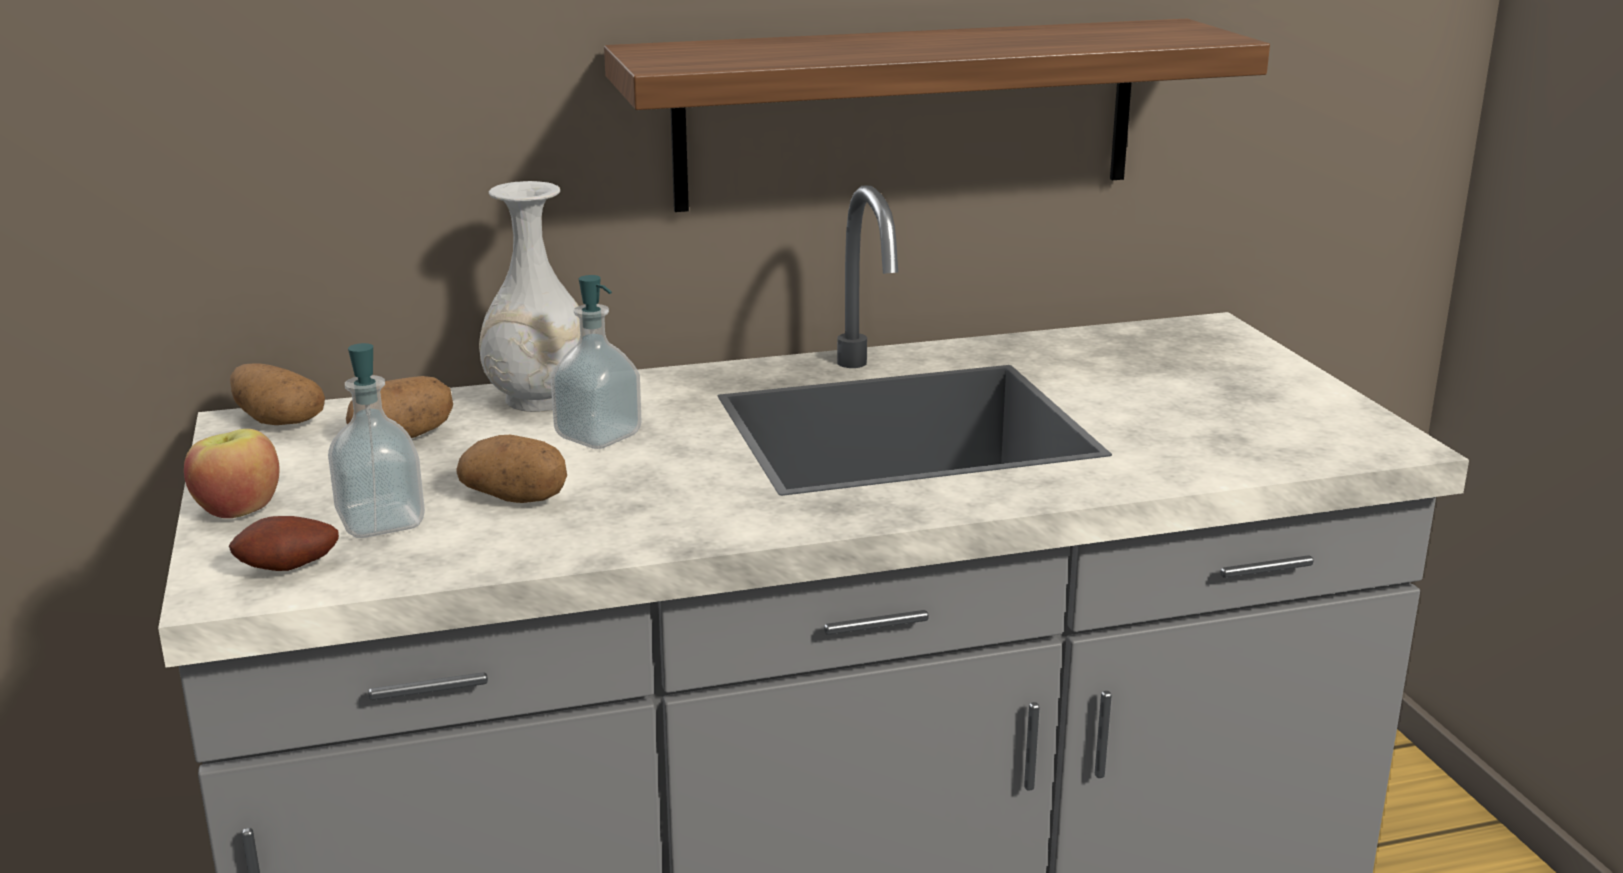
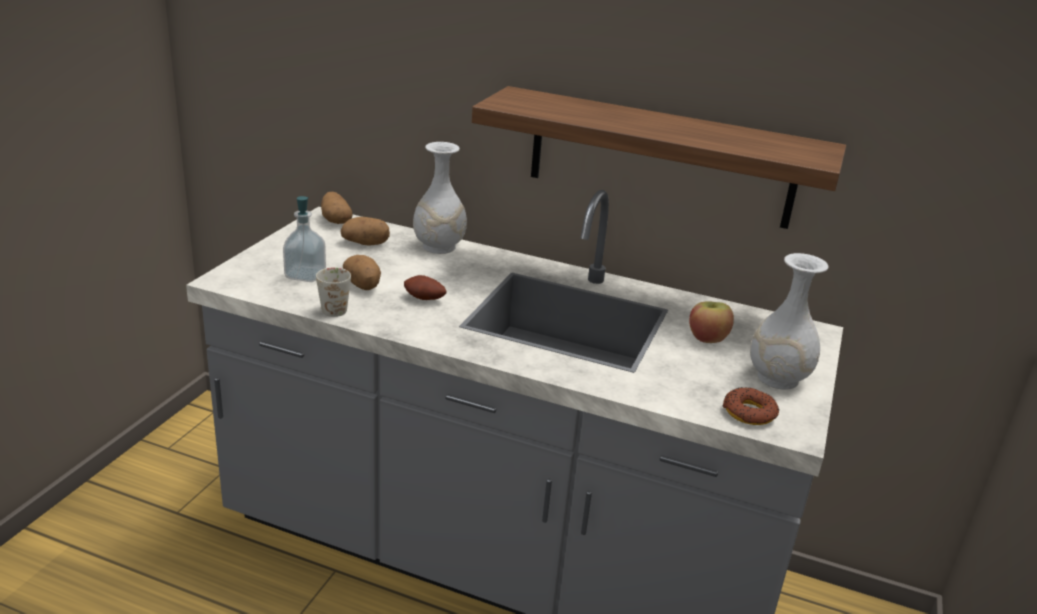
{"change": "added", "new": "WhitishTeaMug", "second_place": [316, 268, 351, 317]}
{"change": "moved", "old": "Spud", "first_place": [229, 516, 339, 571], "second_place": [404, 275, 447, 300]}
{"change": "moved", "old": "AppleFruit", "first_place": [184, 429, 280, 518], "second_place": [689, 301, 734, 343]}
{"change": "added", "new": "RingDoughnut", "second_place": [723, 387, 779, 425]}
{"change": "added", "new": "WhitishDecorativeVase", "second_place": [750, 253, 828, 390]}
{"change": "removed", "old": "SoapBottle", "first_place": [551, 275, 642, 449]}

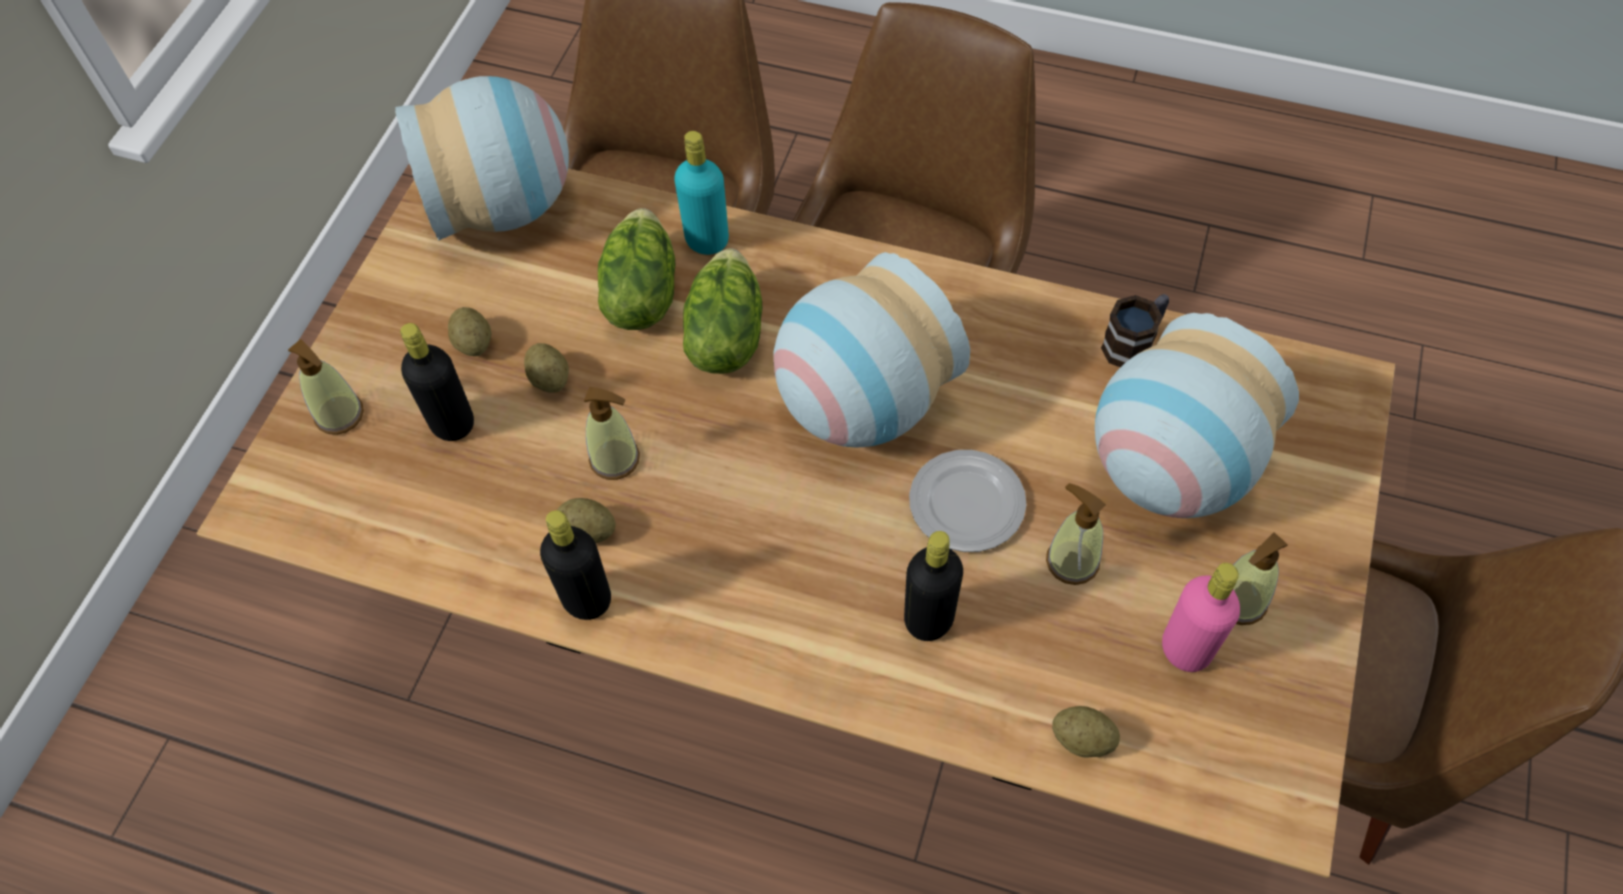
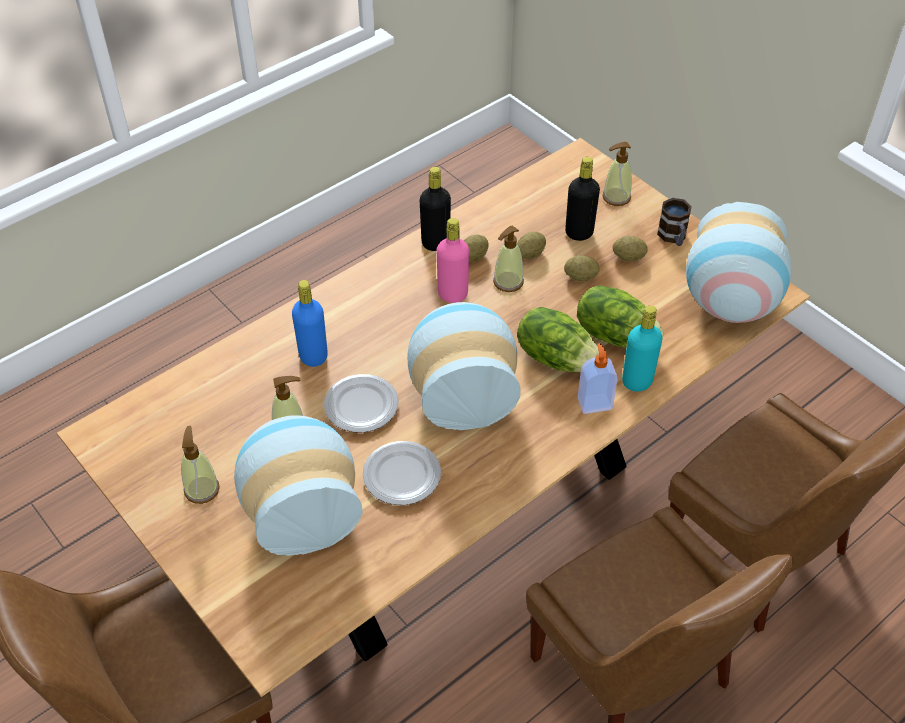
{"change": "recoloured", "old": "BlackBottle", "new": "BlueBottle", "first_place": [904, 531, 963, 641], "second_place": [292, 280, 328, 367]}
{"change": "added", "new": "FlatDish", "second_place": [363, 441, 441, 505]}
{"change": "moved", "old": "PinkColouredBottle", "first_place": [1162, 563, 1240, 672], "second_place": [437, 218, 470, 303]}
{"change": "moved", "old": "Spud", "first_place": [1052, 706, 1120, 758], "second_place": [517, 232, 546, 259]}
{"change": "added", "new": "SoapBottle", "second_place": [578, 343, 618, 414]}
{"change": "moved", "old": "TeaMug", "first_place": [1101, 294, 1169, 367], "second_place": [657, 198, 692, 246]}

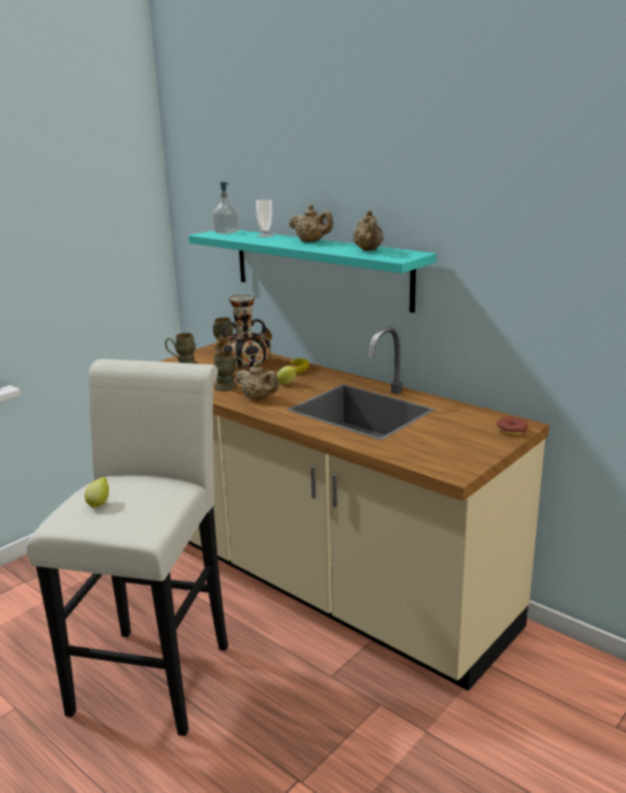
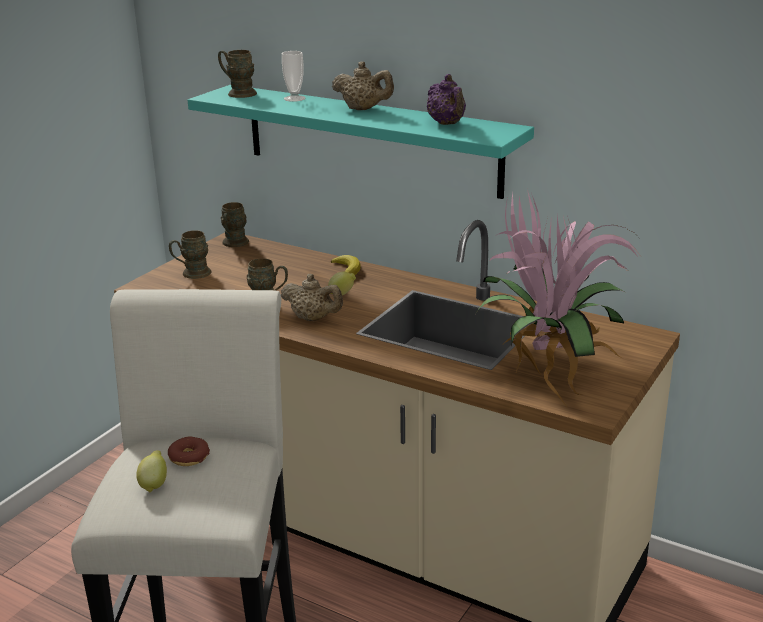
{"change": "moved", "old": "RingDoughnut", "first_place": [496, 417, 528, 436], "second_place": [168, 437, 210, 466]}
{"change": "replaced", "old": "SoapBottle", "new": "BrownTeaMug", "first_place": [213, 182, 239, 234], "second_place": [218, 50, 257, 98]}
{"change": "recoloured", "old": "BeigeTeapot", "new": "PurpleColouredTeapot", "first_place": [353, 210, 384, 250], "second_place": [427, 74, 466, 125]}
{"change": "added", "new": "Houseplant", "second_place": [474, 190, 644, 407]}
{"change": "removed", "old": "DecorativeVase", "first_place": [216, 295, 272, 367]}

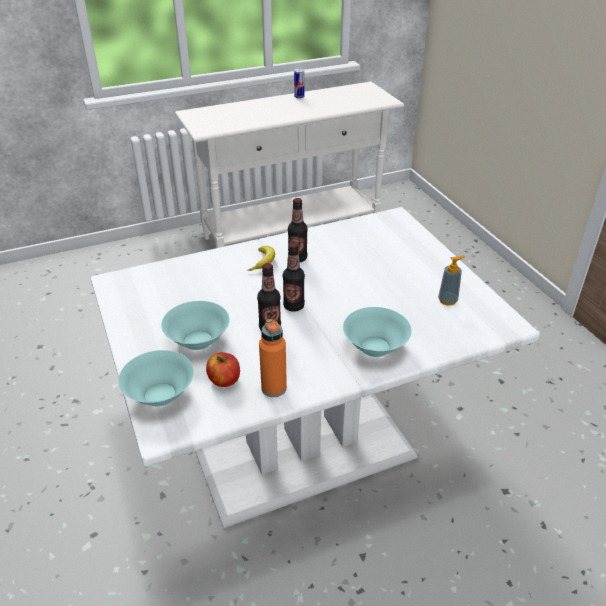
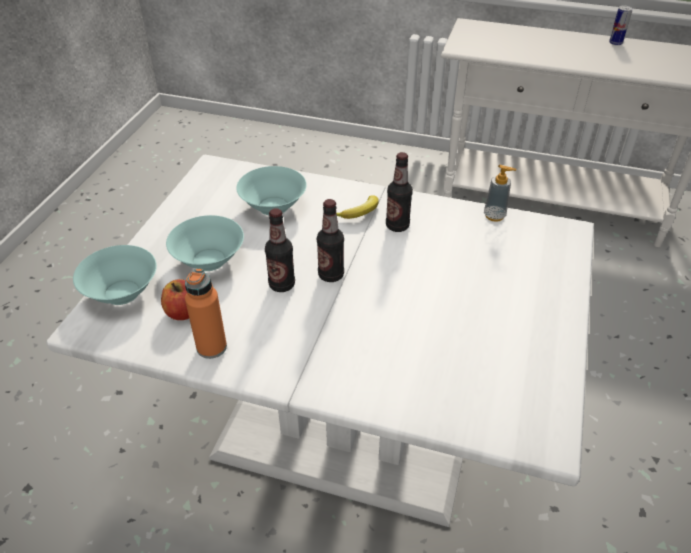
{"change": "moved", "old": "BlueGreenBowl", "first_place": [343, 307, 412, 357], "second_place": [236, 166, 307, 216]}
{"change": "moved", "old": "SoapBottle", "first_place": [438, 256, 465, 306], "second_place": [484, 165, 516, 222]}

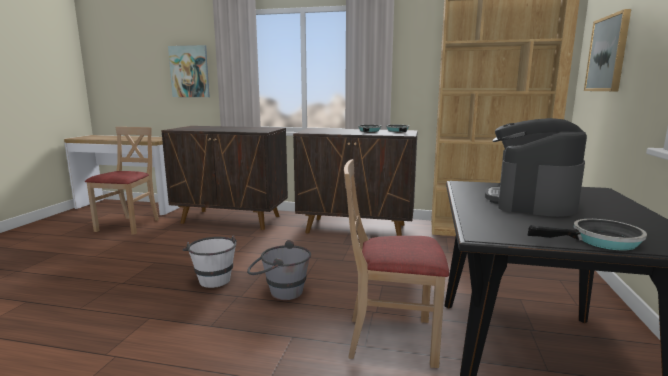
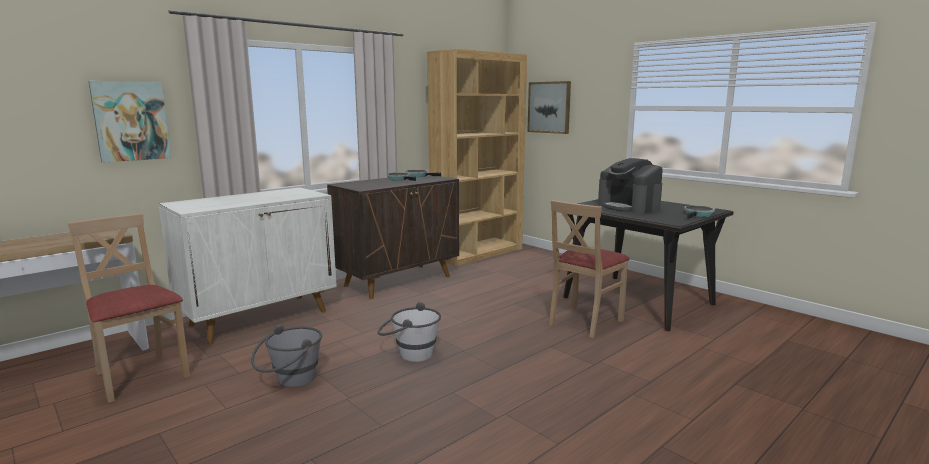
{"change": "recoloured", "old": "BrownCupboard", "new": "WhitishCupboard", "first_place": [161, 126, 288, 230], "second_place": [158, 188, 337, 345]}
{"change": "moved", "old": "GrayPail", "first_place": [247, 240, 311, 300], "second_place": [251, 324, 322, 388]}

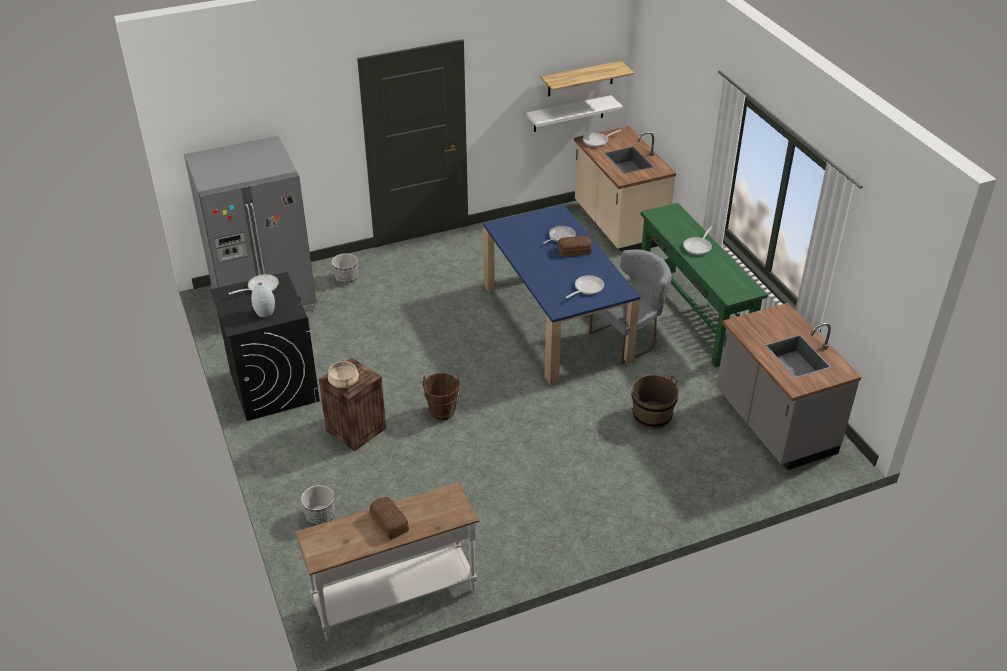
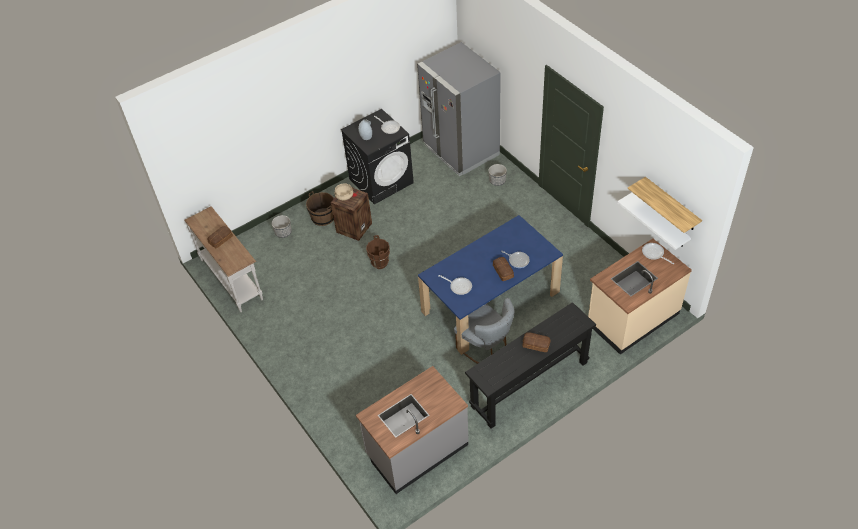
{"change": "moved", "old": "BrownPail", "first_place": [631, 375, 679, 429], "second_place": [306, 191, 334, 226]}
{"change": "recoloured", "old": "GreenColouredConsoleTable", "new": "BlackConsoleTable", "first_place": [641, 203, 767, 367], "second_place": [465, 302, 596, 428]}
{"change": "replaced", "old": "Pan", "new": "BakeryBread", "first_place": [683, 226, 712, 255], "second_place": [523, 332, 550, 352]}

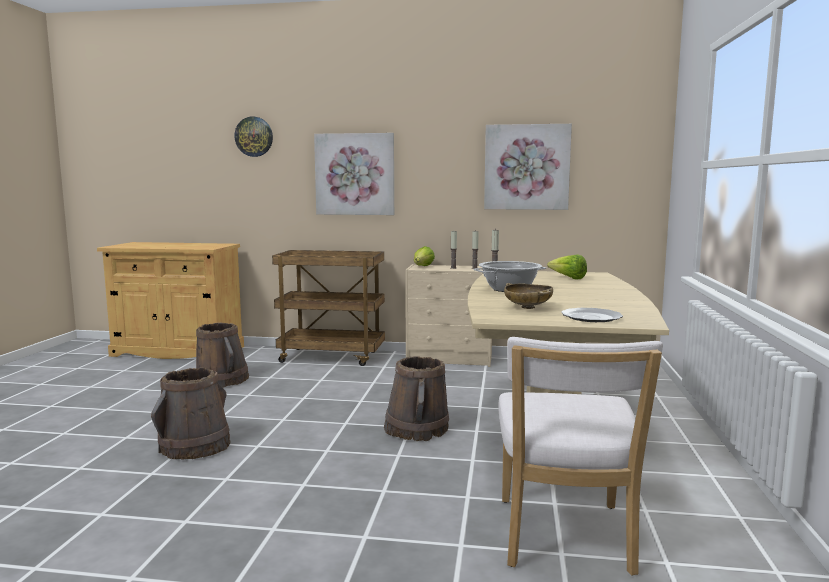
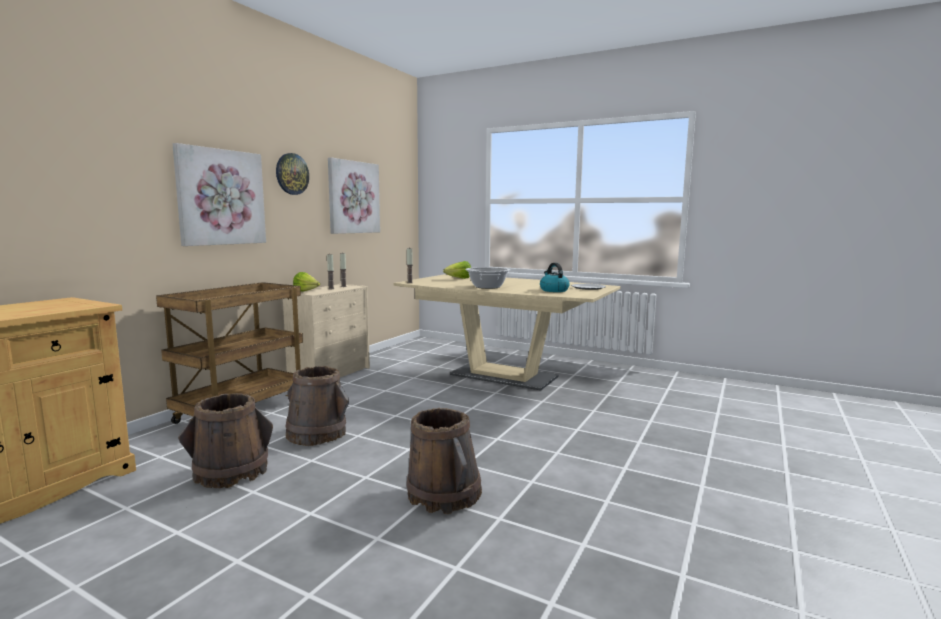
{"change": "moved", "old": "HangingClock", "first_place": [234, 116, 273, 157], "second_place": [276, 153, 309, 195]}
{"change": "moved", "old": "BrownPail", "first_place": [384, 356, 449, 441], "second_place": [285, 366, 349, 446]}
{"change": "replaced", "old": "BeigeBowl", "new": "TeaKettle", "first_place": [504, 283, 553, 309], "second_place": [540, 263, 570, 292]}
{"change": "removed", "old": "WhitishUprightChair", "first_place": [498, 337, 663, 575]}

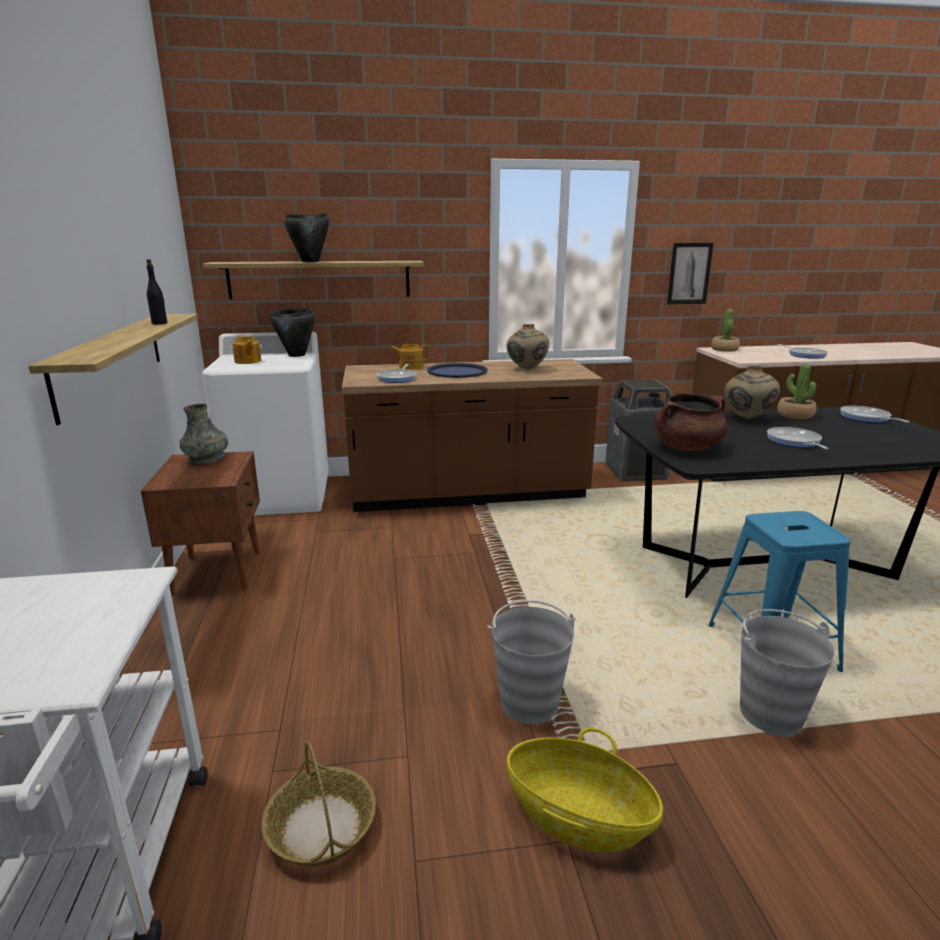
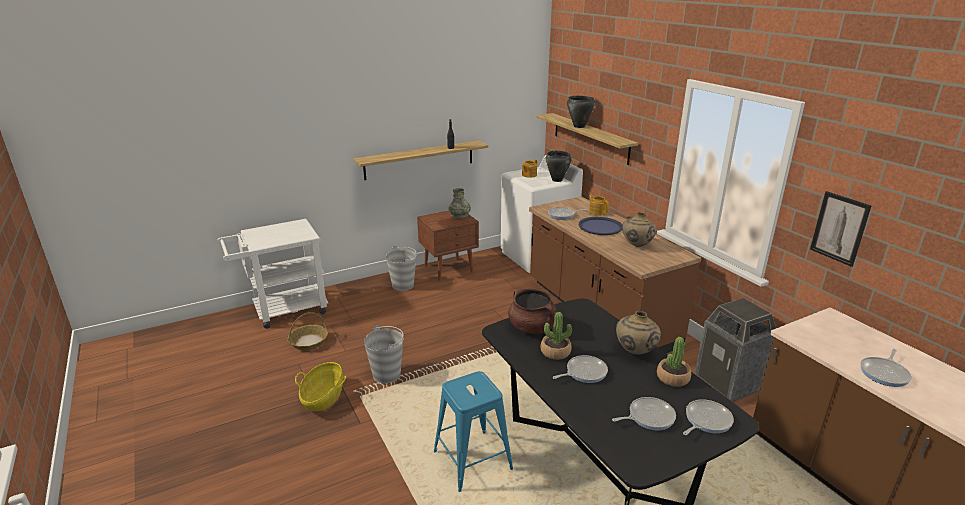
{"change": "moved", "old": "GrayPail", "first_place": [740, 609, 835, 737], "second_place": [386, 246, 417, 291]}
{"change": "moved", "old": "Houseplant", "first_place": [711, 309, 740, 352], "second_place": [540, 312, 572, 360]}
{"change": "added", "new": "Pan", "second_place": [612, 397, 676, 430]}

